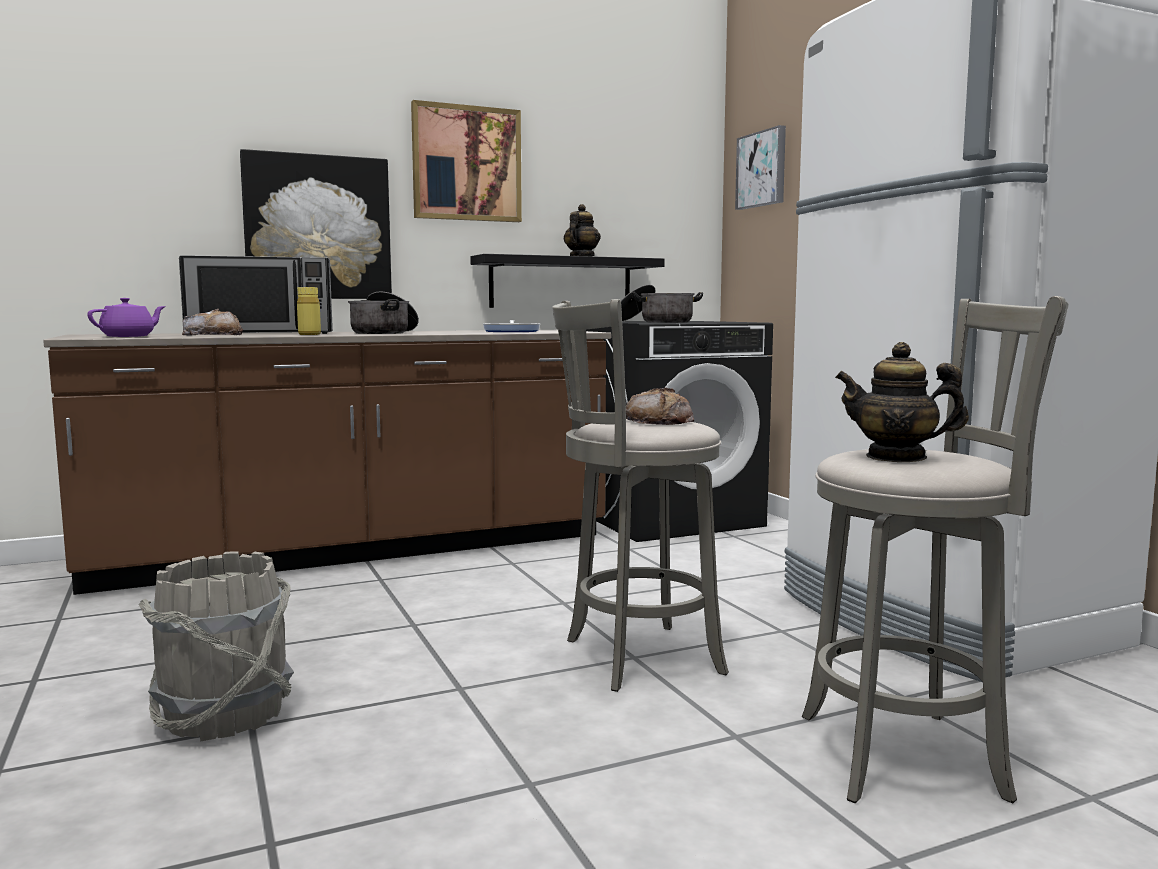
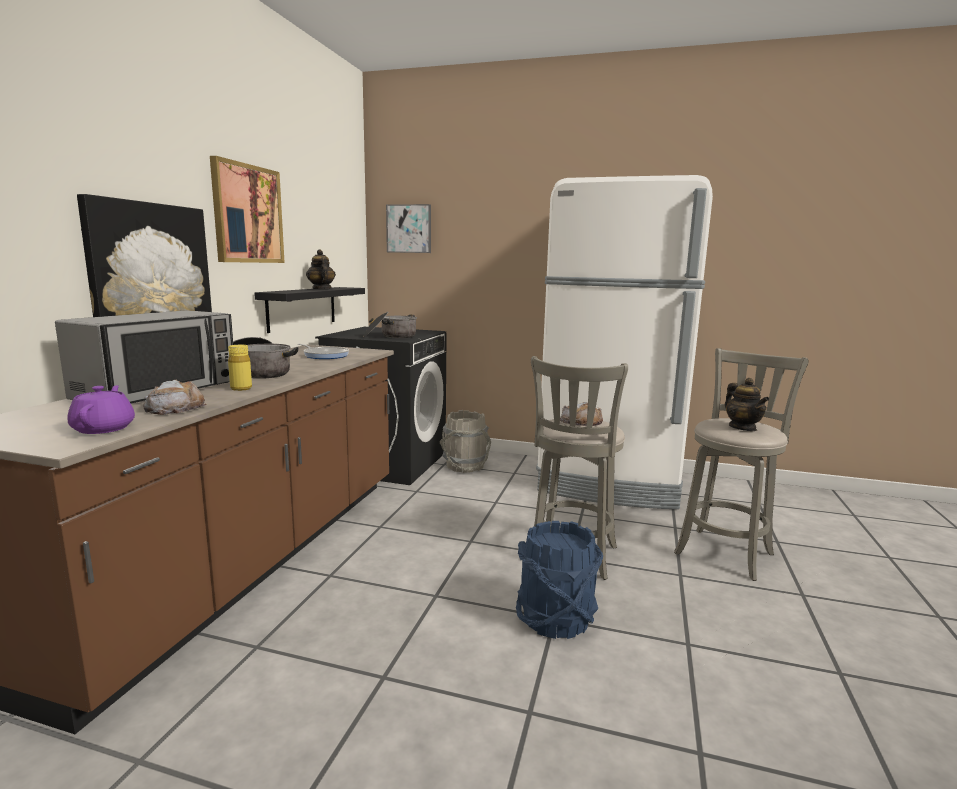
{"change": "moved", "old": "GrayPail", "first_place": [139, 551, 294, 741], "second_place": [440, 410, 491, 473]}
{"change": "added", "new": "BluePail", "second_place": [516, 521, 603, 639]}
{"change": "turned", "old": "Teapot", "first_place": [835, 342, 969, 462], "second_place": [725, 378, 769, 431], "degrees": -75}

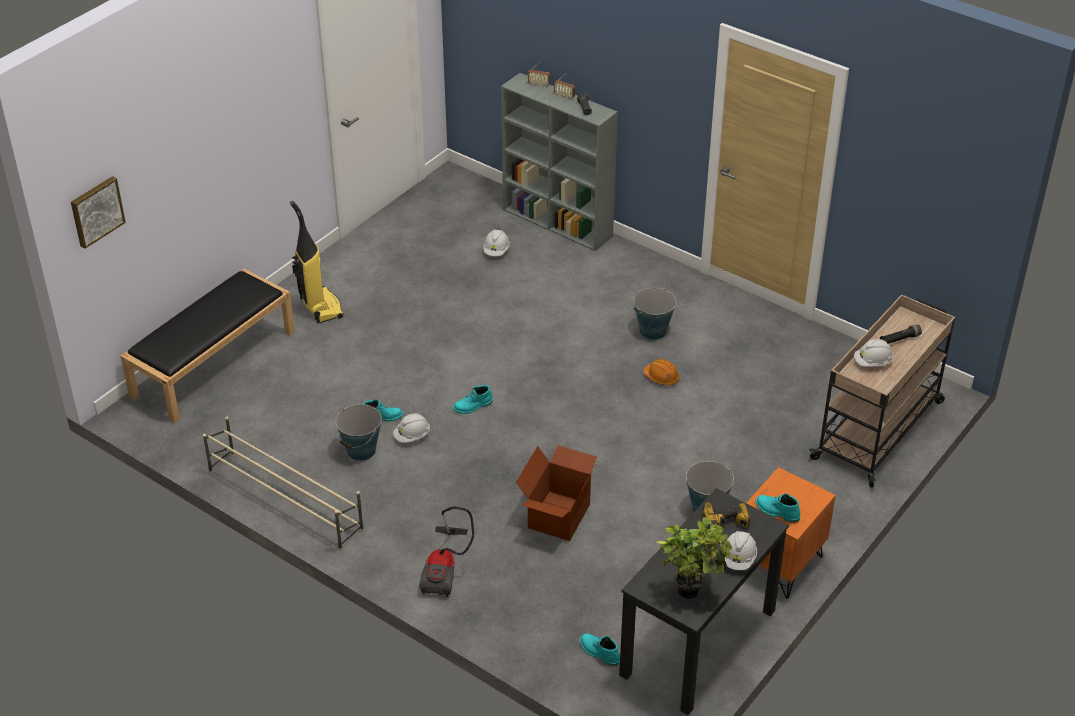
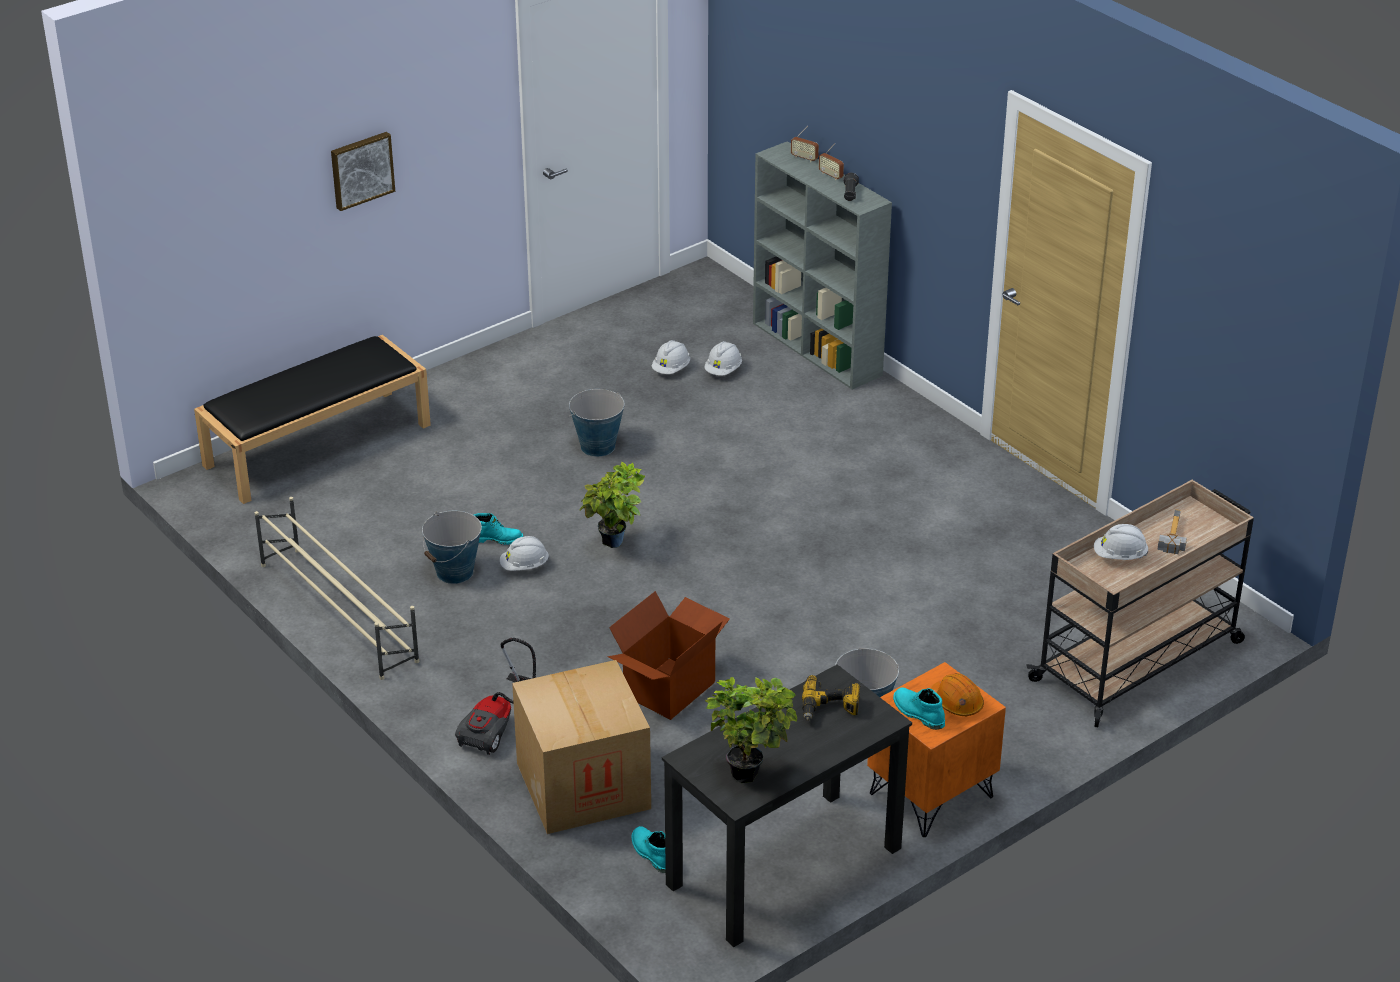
{"change": "moved", "old": "WallPicture", "first_place": [71, 176, 126, 249], "second_place": [331, 132, 395, 211]}
{"change": "added", "new": "Carton", "second_place": [512, 660, 651, 834]}
{"change": "moved", "old": "Pail", "first_place": [633, 288, 676, 340], "second_place": [568, 389, 625, 457]}
{"change": "replaced", "old": "BlueGreenBoot", "new": "Houseplant", "first_place": [453, 385, 493, 414], "second_place": [579, 462, 645, 548]}
{"change": "moved", "old": "WhitishWorkHelmet", "first_place": [724, 531, 757, 570], "second_place": [652, 340, 690, 374]}
{"change": "moved", "old": "OrangeWorkHelmet", "first_place": [643, 359, 680, 385], "second_place": [931, 673, 984, 716]}
{"change": "replaced", "old": "BlackTorch", "new": "HandHammer", "first_place": [880, 324, 922, 344], "second_place": [1157, 509, 1187, 554]}
{"change": "removed", "old": "Vacuum", "first_place": [290, 201, 344, 323]}

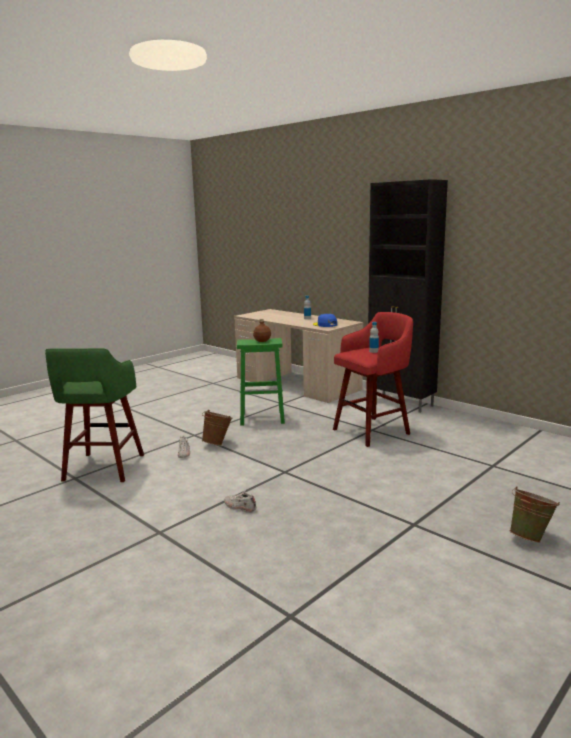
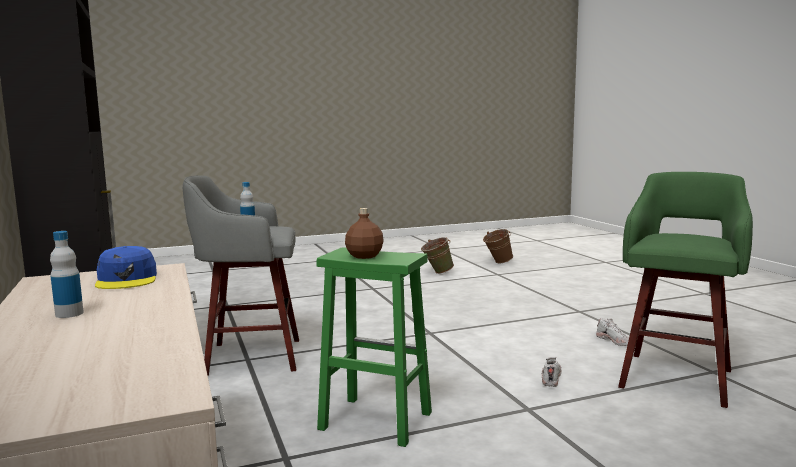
{"change": "recoloured", "old": "RedColouredSittingStool", "new": "GraySittingStool", "first_place": [333, 312, 413, 447], "second_place": [183, 175, 299, 375]}
{"change": "moved", "old": "GreenColouredPail", "first_place": [510, 486, 560, 543], "second_place": [421, 237, 454, 274]}
{"change": "moved", "old": "BrownPail", "first_place": [202, 410, 233, 445], "second_place": [483, 229, 513, 263]}
{"change": "moved", "old": "WhitishLowShoe", "first_place": [224, 490, 256, 513], "second_place": [596, 318, 629, 346]}

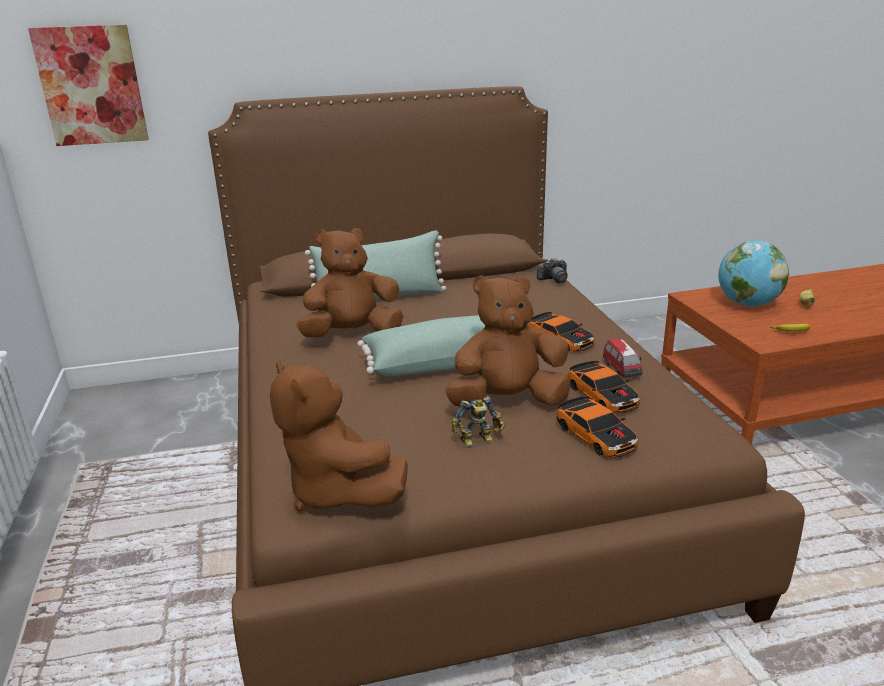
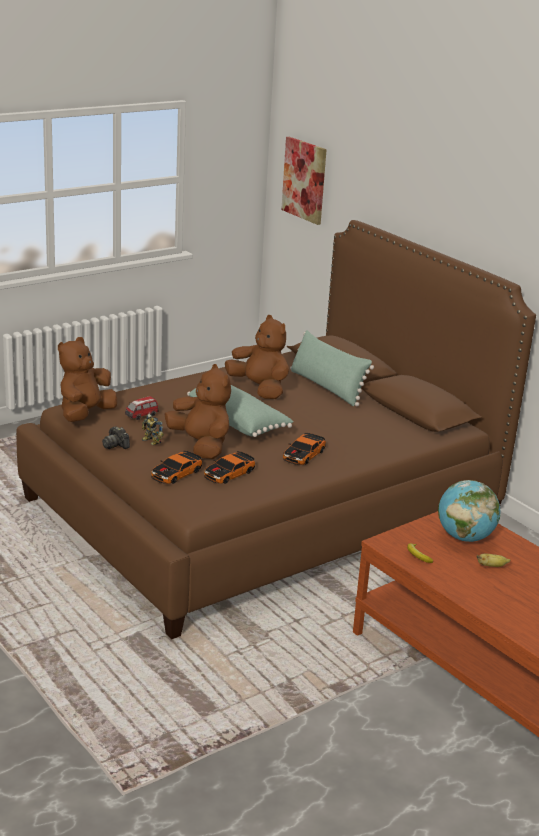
{"change": "moved", "old": "PhotoCamera", "first_place": [537, 258, 568, 283], "second_place": [102, 426, 130, 449]}
{"change": "moved", "old": "MiniatureCar", "first_place": [603, 338, 643, 378], "second_place": [125, 396, 159, 420]}

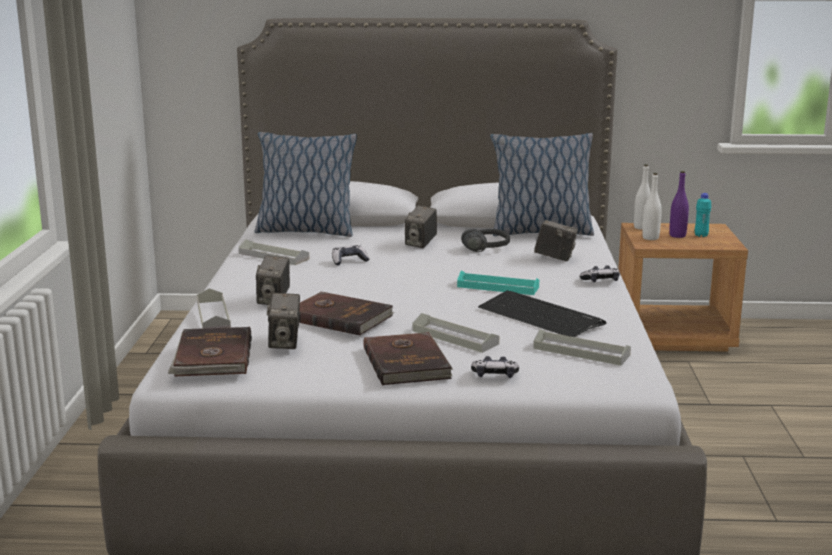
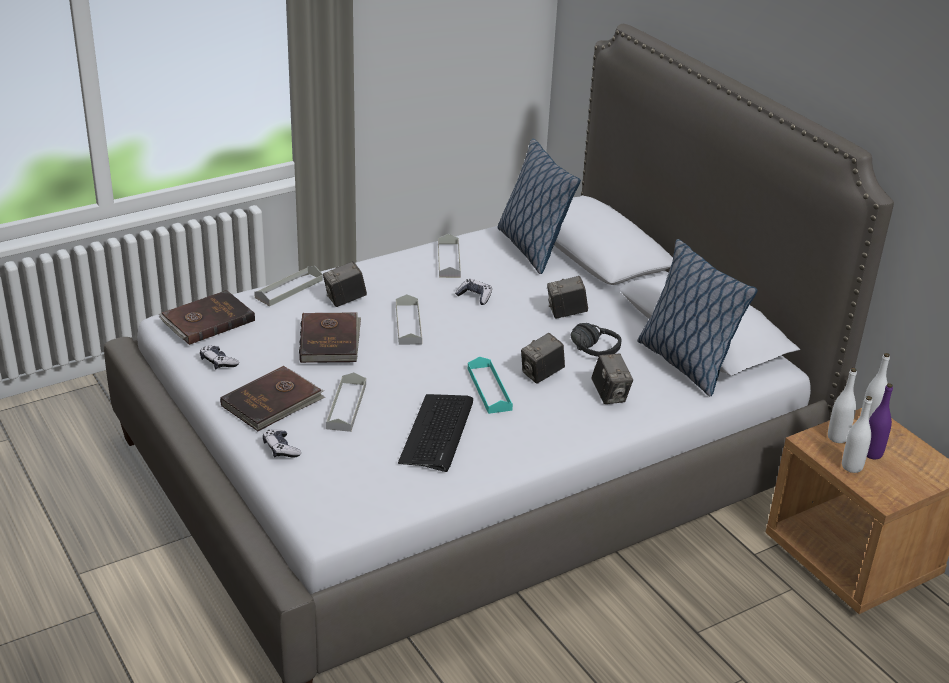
{"change": "moved", "old": "GameController", "first_place": [579, 265, 620, 282], "second_place": [200, 346, 239, 369]}
{"change": "moved", "old": "GrayServingTray", "first_place": [533, 329, 631, 366], "second_place": [396, 294, 422, 345]}
{"change": "moved", "old": "PhotoCamera", "first_place": [267, 293, 300, 349], "second_place": [521, 333, 565, 384]}
{"change": "added", "new": "WhitishBottle", "second_place": [842, 396, 872, 473]}
{"change": "removed", "old": "BlueGreenBottle", "first_place": [695, 193, 711, 237]}

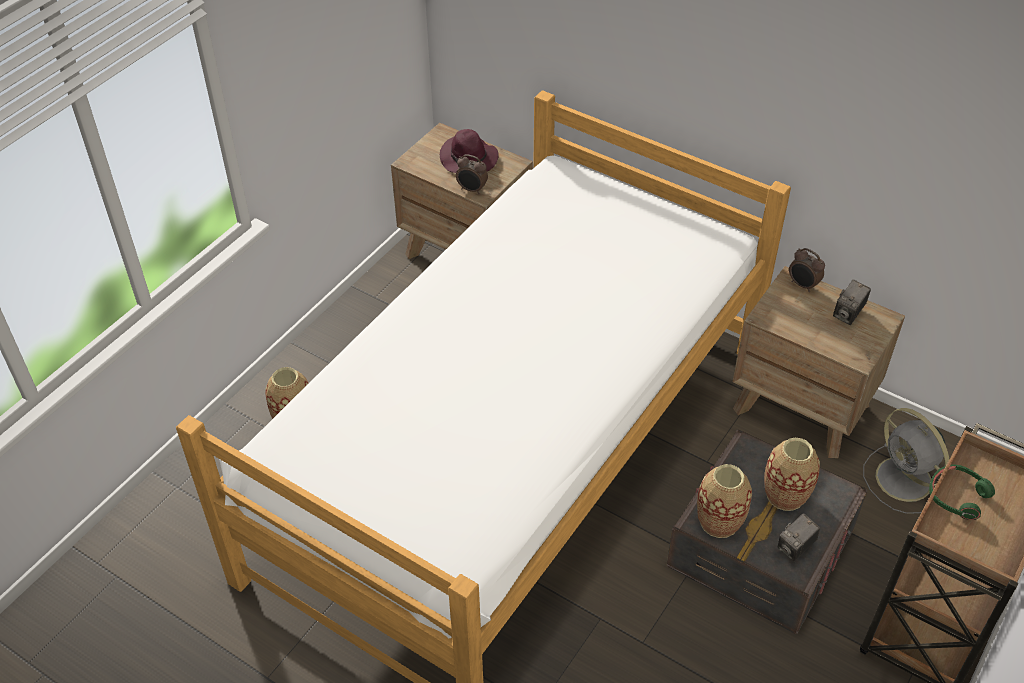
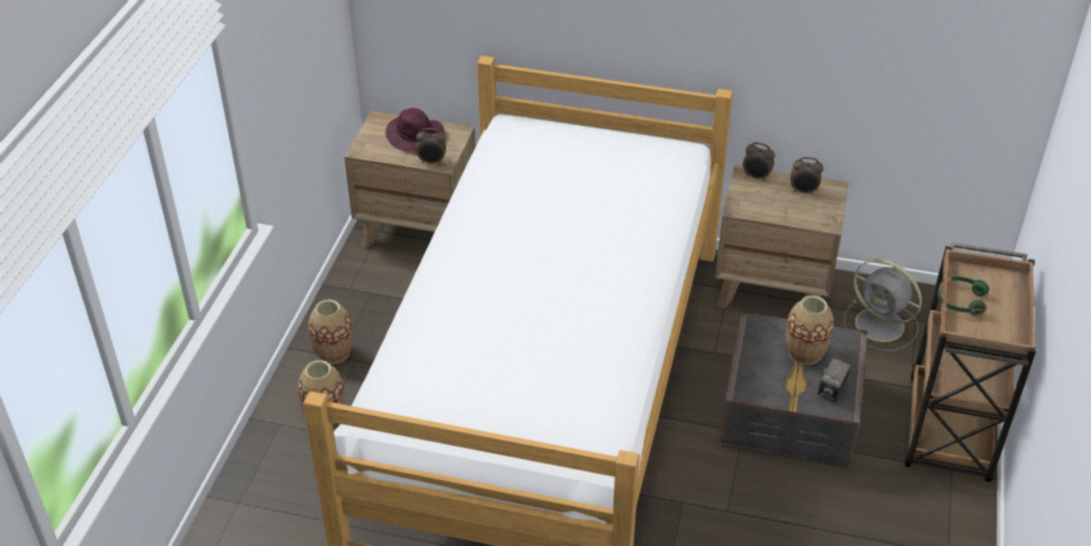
{"change": "moved", "old": "DecorativeVase", "first_place": [697, 464, 752, 538], "second_place": [308, 299, 353, 364]}
{"change": "replaced", "old": "PhotoCamera", "new": "TableClock", "first_place": [833, 279, 871, 325], "second_place": [790, 157, 823, 195]}

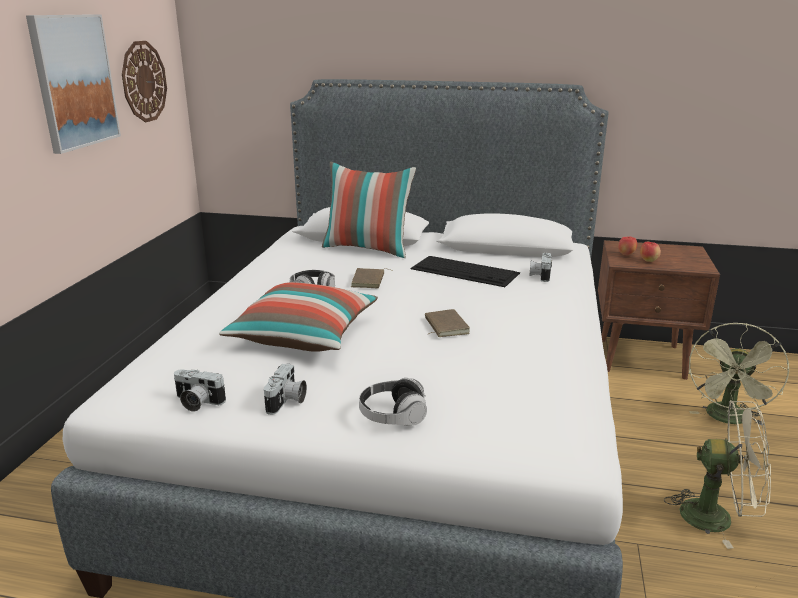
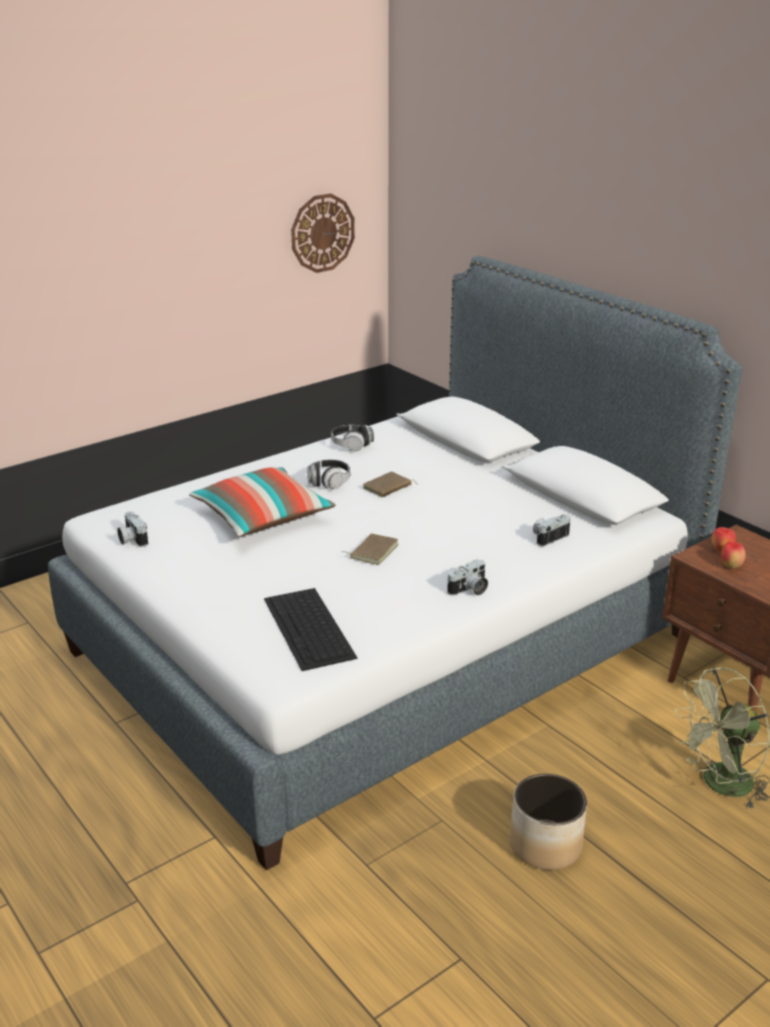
{"change": "moved", "old": "Keyboard", "first_place": [411, 256, 520, 287], "second_place": [264, 588, 357, 671]}
{"change": "moved", "old": "Headset", "first_place": [359, 378, 427, 426], "second_place": [331, 425, 374, 451]}
{"change": "moved", "old": "PhotoCamera", "first_place": [264, 363, 307, 415], "second_place": [447, 559, 488, 595]}
{"change": "replaced", "old": "BeigeFan", "new": "Planter", "first_place": [664, 400, 771, 549], "second_place": [510, 774, 587, 870]}
{"change": "removed", "old": "WallPicture", "first_place": [26, 14, 121, 154]}
{"change": "removed", "old": "Cushion", "first_place": [322, 162, 416, 258]}

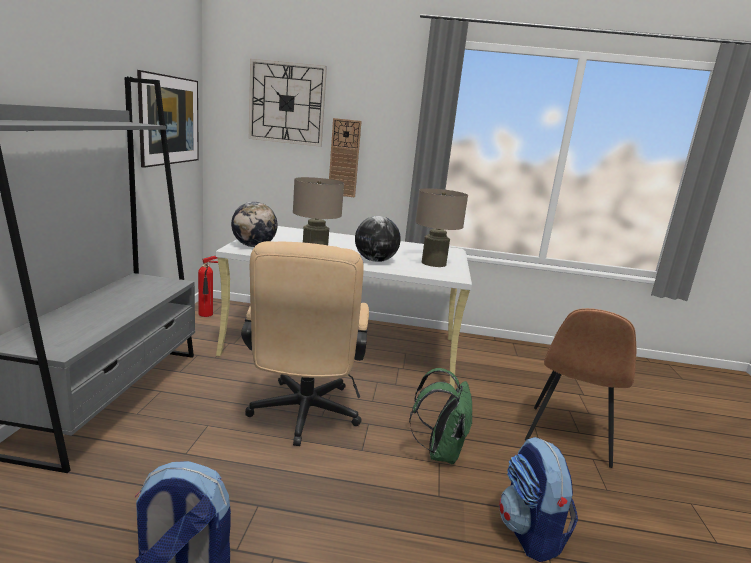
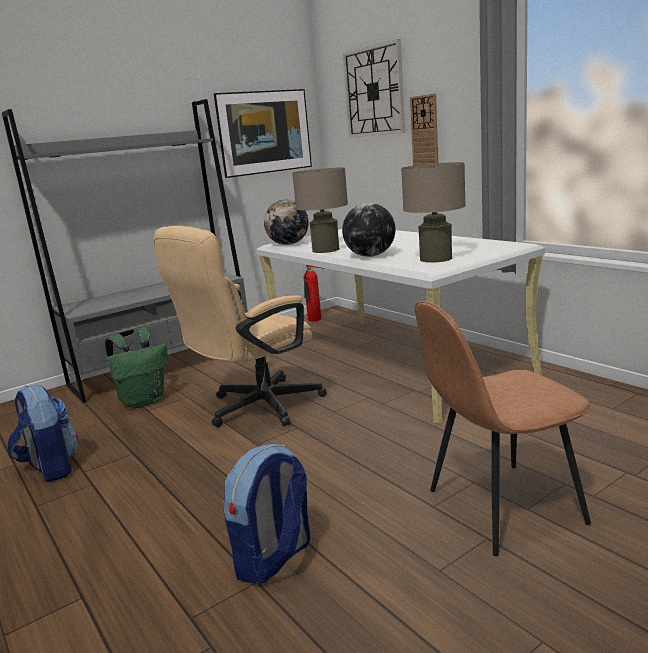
{"change": "moved", "old": "GreenColouredBackpack", "first_place": [409, 368, 472, 465], "second_place": [105, 327, 168, 409]}

